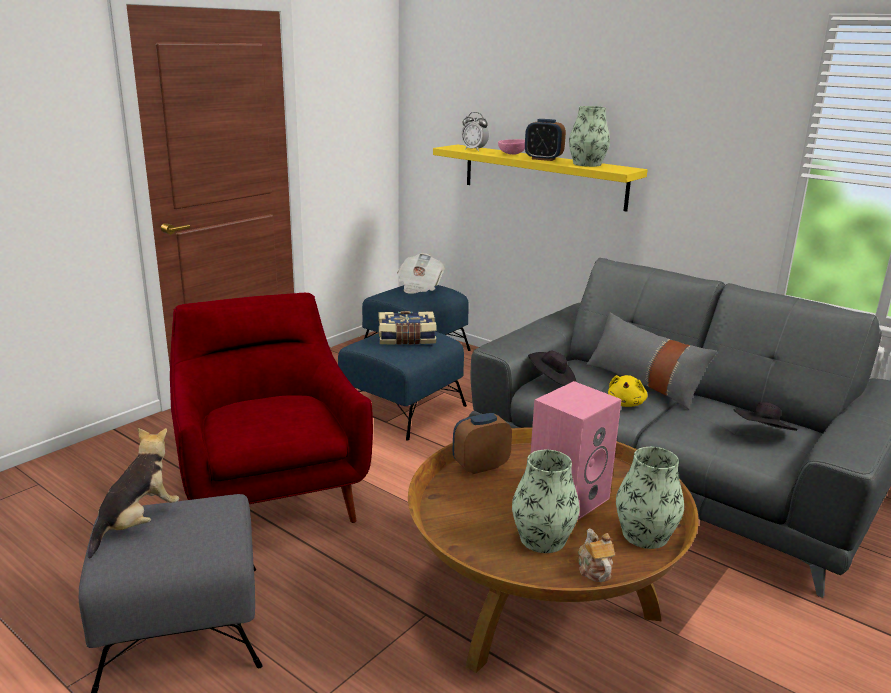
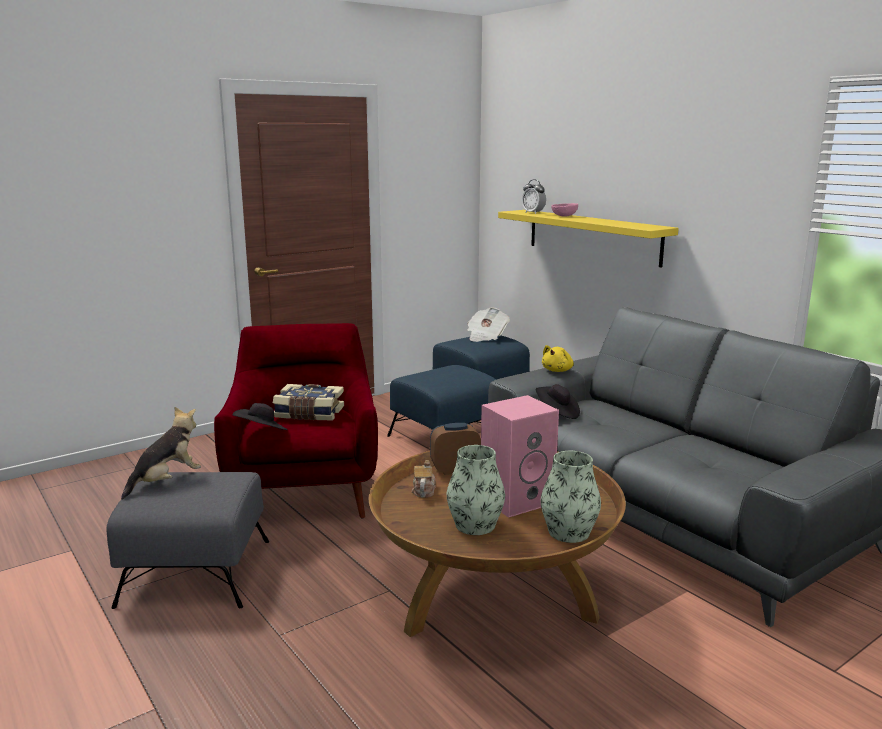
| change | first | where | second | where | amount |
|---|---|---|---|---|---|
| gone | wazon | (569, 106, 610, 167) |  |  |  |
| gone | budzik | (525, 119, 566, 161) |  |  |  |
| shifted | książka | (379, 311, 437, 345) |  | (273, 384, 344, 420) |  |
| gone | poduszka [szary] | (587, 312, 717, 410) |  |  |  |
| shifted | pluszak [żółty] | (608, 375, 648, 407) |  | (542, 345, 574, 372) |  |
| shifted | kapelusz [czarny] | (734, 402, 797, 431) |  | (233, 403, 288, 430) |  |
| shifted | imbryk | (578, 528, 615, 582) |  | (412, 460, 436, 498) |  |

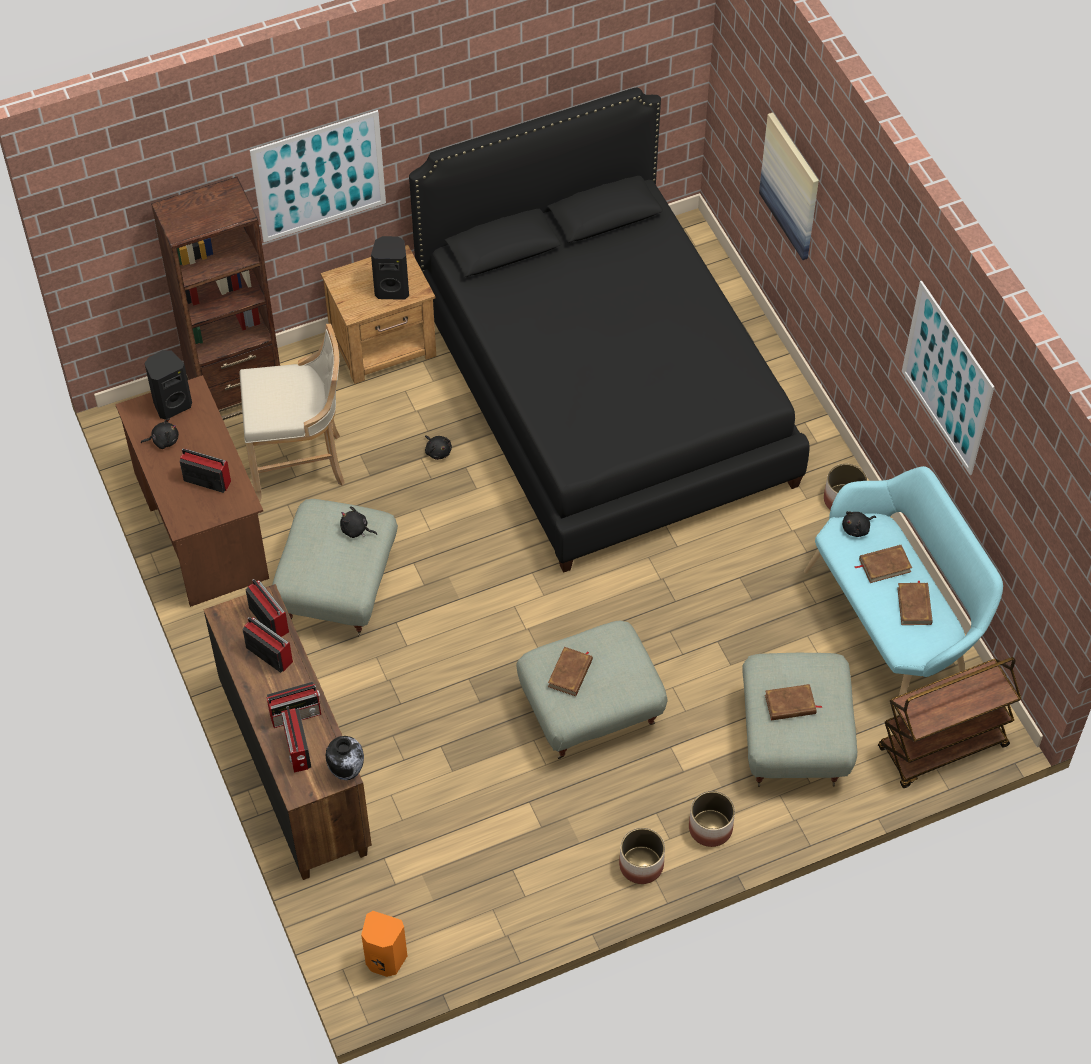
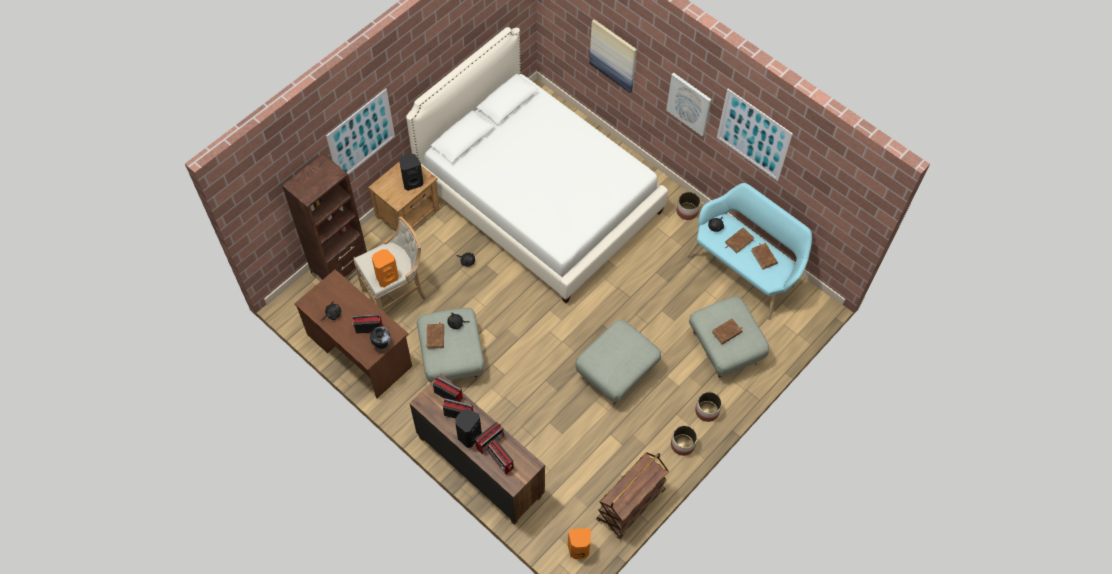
| change | first | where | second | where | amount |
|---|---|---|---|---|---|
| repainted | łóżko [czarny] | (409, 88, 809, 573) | łóżko [biały] | (406, 27, 668, 303) |  |
| shifted | głośnik [czarny] | (145, 350, 192, 420) |  | (455, 409, 482, 448) |  |
| shifted | książka [brązowy] | (548, 647, 593, 696) |  | (427, 322, 444, 349) |  |
| shifted | wózek [brązowy] | (878, 657, 1021, 788) |  | (596, 452, 669, 540) |  |
| shifted | wazon | (326, 736, 364, 780) |  | (370, 327, 391, 350) |  |
| new |  |  | obraz | (666, 73, 712, 137) |  |
| new |  |  | głośnik [pomarańczowy] | (372, 249, 399, 287) |  |

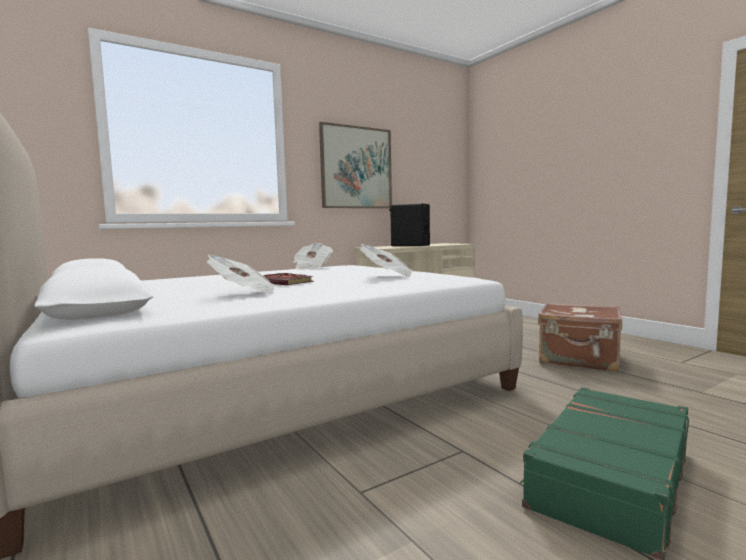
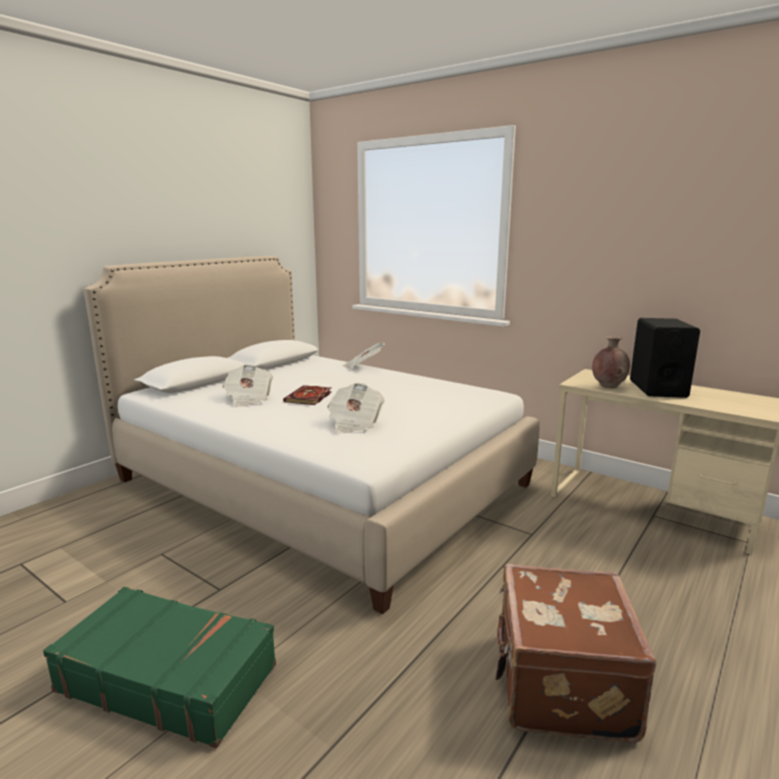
| change | first | where | second | where | amount |
|---|---|---|---|---|---|
| gone | obraz | (319, 122, 392, 208) |  |  |  |
| shifted | gazeta | (293, 243, 333, 270) |  | (342, 342, 385, 369) |  |
| new |  |  | wazon [brązowy] | (592, 336, 630, 388) |  |

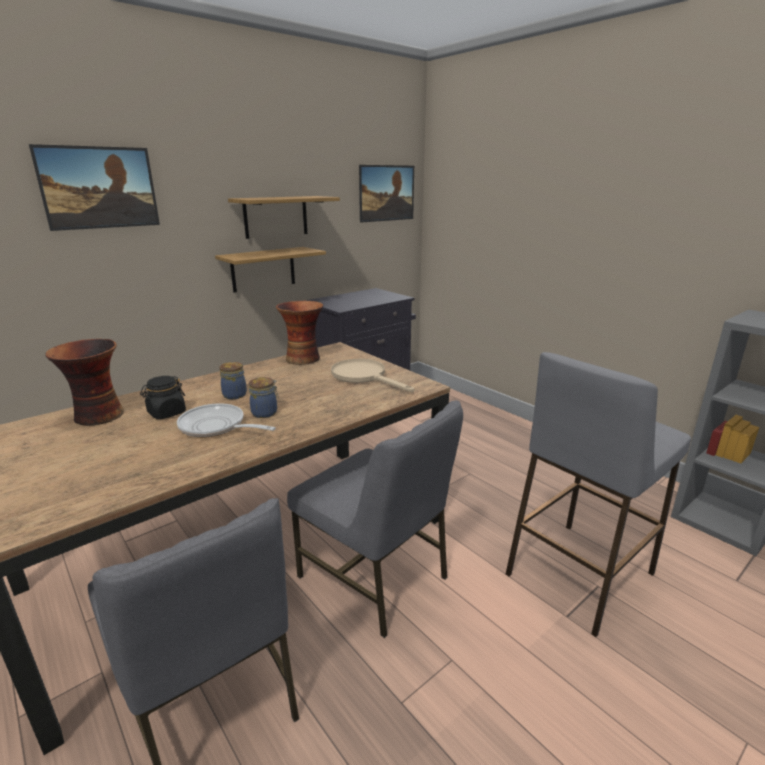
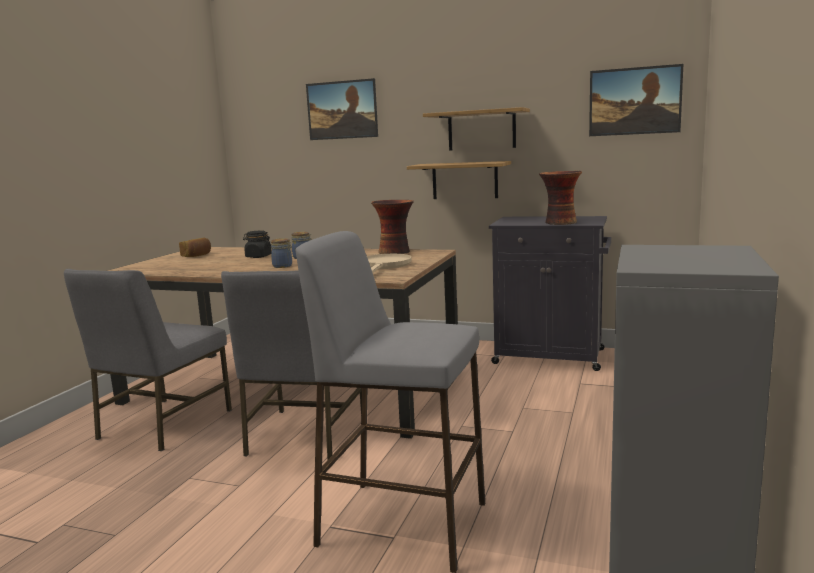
| change | first | where | second | where | amount |
|---|---|---|---|---|---|
| shifted | wazon | (45, 339, 124, 426) |  | (539, 171, 582, 225) |  |
| gone | patelnia | (177, 403, 276, 437) |  |  |  |
| new |  |  | chleb | (179, 238, 211, 257) |  |

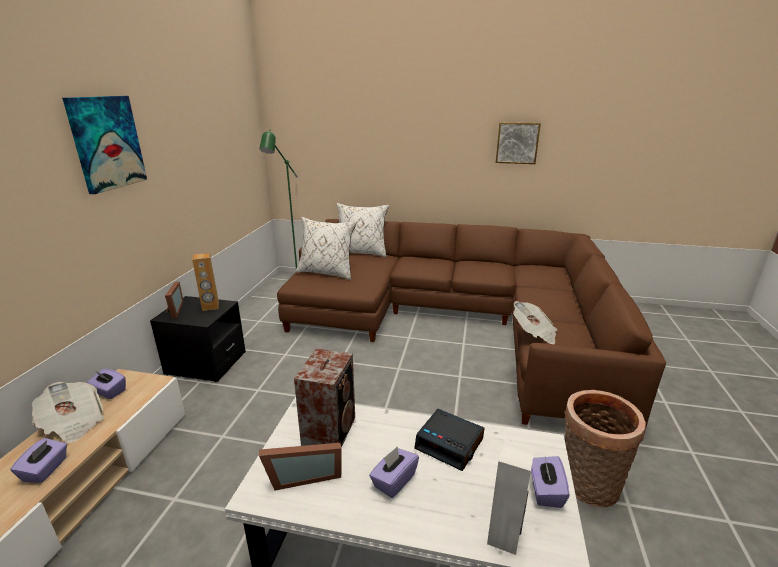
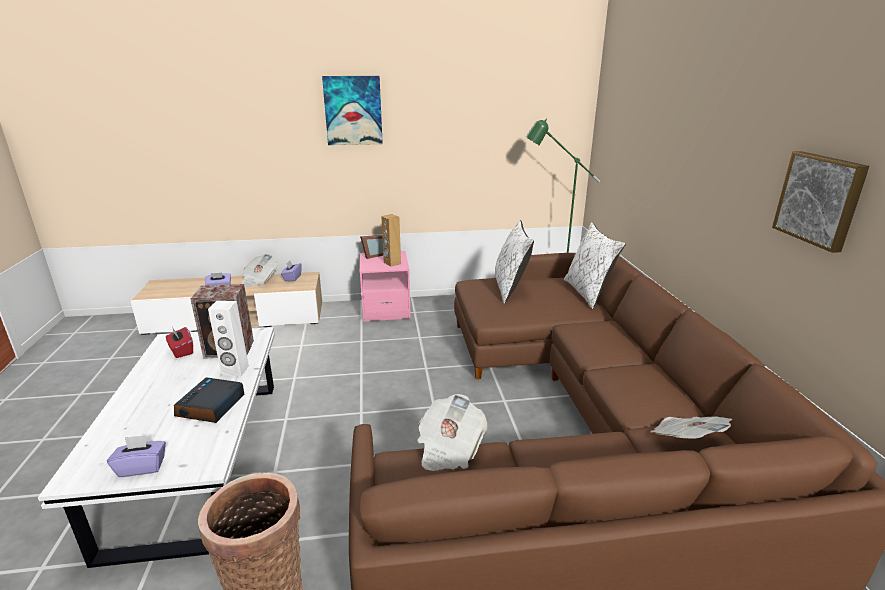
| change | first | where | second | where | amount |
|---|---|---|---|---|---|
| repainted | szafka nocna [czarny] | (150, 296, 246, 382) | szafka nocna [różowy] | (360, 251, 411, 322) |  |
| shifted | głośnik [biały] | (487, 439, 535, 555) |  | (208, 301, 249, 376) |  |
| swapped | ramka na zdjęcie | (259, 443, 341, 491) | pudełko chusteczek [czerwony] | (166, 327, 193, 358) |  |
| gone | pudełko chusteczek [fioletowy] | (369, 447, 419, 498) |  |  |  |
| new |  |  | gazeta | (650, 416, 733, 439) |  |

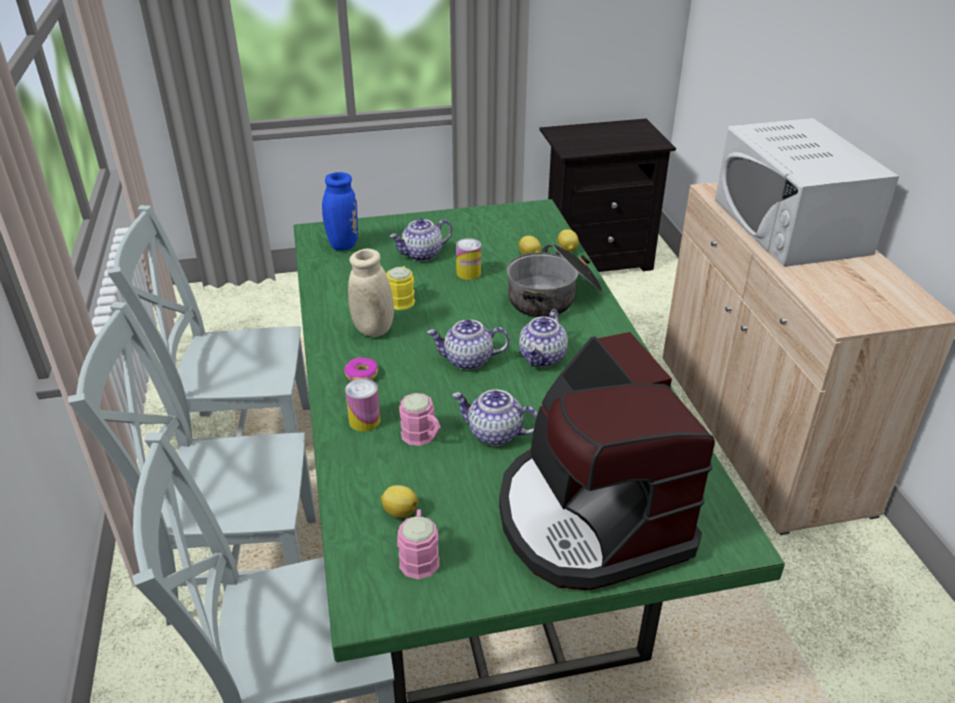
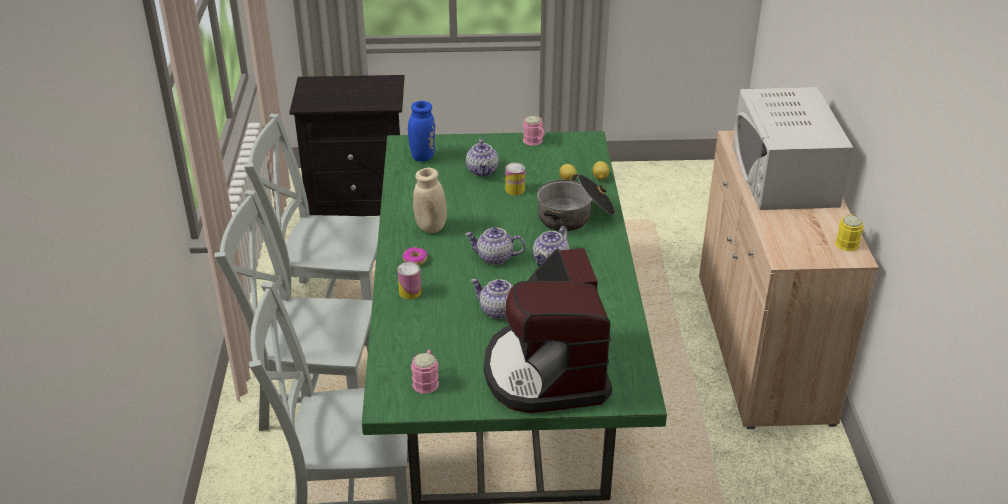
| change | first | where | second | where | amount |
|---|---|---|---|---|---|
| shifted | szafka nocna [czarny] | (539, 119, 676, 272) |  | (289, 75, 405, 216) |  |
| rotated | imbryk | (390, 218, 452, 261) |  | (466, 138, 499, 177) | 75 degrees counterclockwise |
| shifted | kubek [żółty] | (387, 266, 415, 310) |  | (835, 214, 863, 251) |  |
| shifted | kubek [różowy] | (399, 393, 441, 446) |  | (523, 115, 545, 146) |  |
| gone | cytryna | (381, 485, 418, 518) |  |  |  |

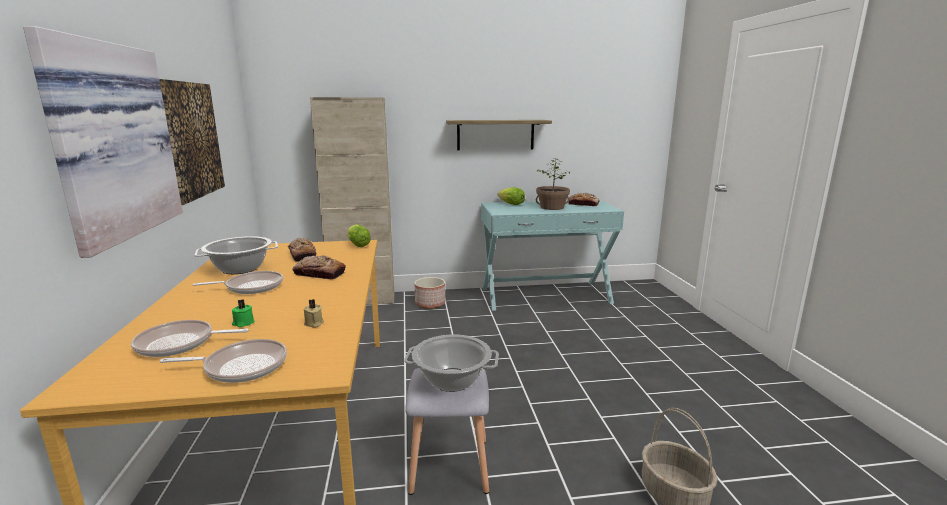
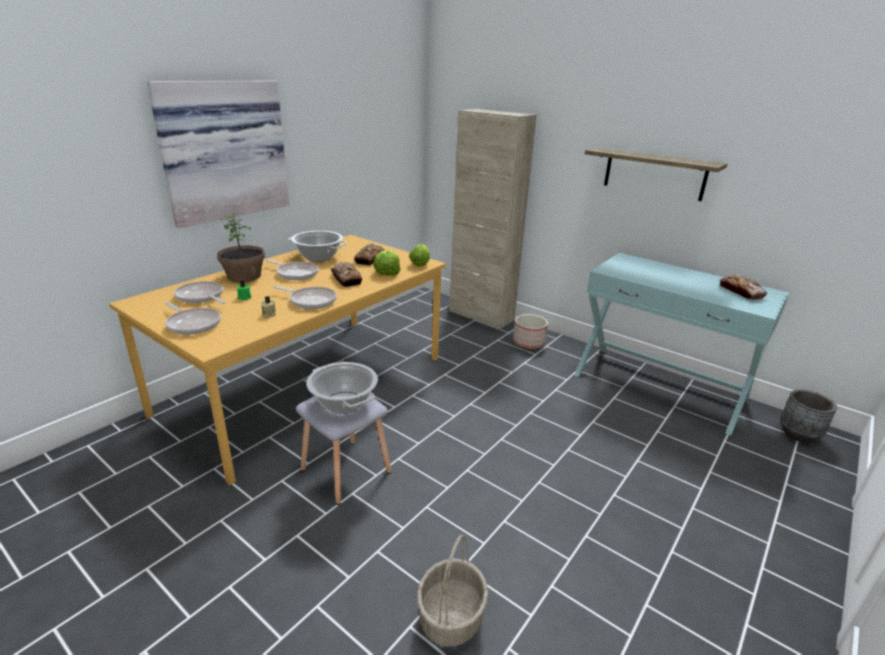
| change | first | where | second | where | amount |
|---|---|---|---|---|---|
| gone | obraz | (159, 79, 225, 205) |  |  |  |
| shifted | roślina doniczkowa | (536, 158, 570, 210) |  | (217, 212, 265, 282) |  |
| shifted | sałata | (498, 187, 525, 205) |  | (373, 250, 401, 276) |  |
| new |  |  | patelnia | (273, 286, 337, 309) |  |
| new |  |  | donica [szary] | (780, 389, 837, 443) |  |

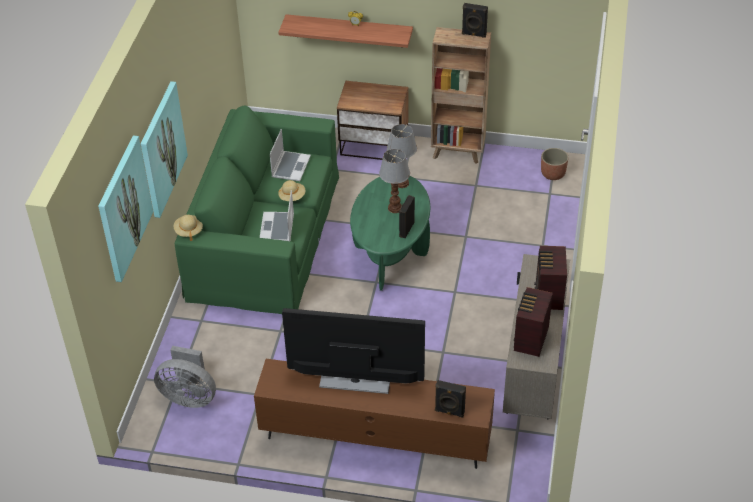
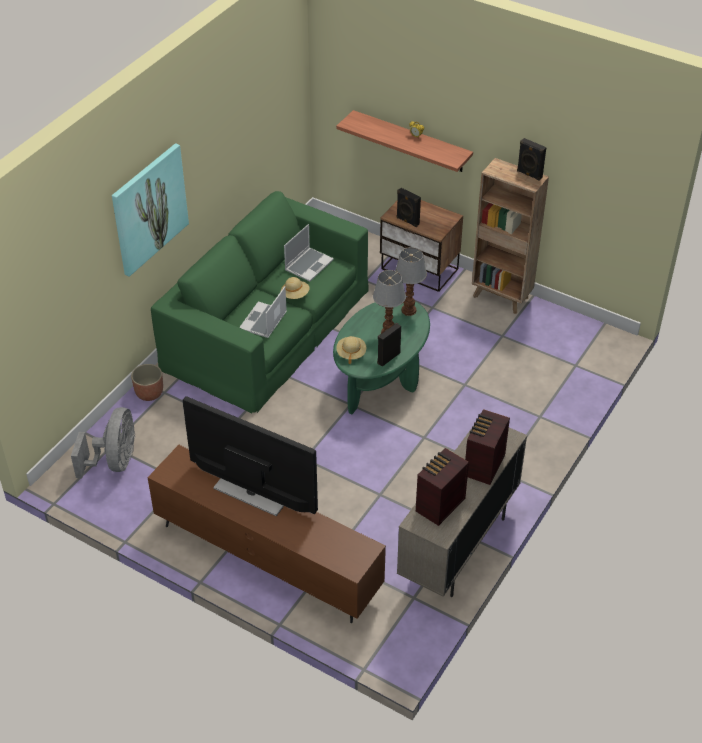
| change | first | where | second | where | amount |
|---|---|---|---|---|---|
| gone | obraz | (98, 136, 153, 282) |  |  |  |
| shifted | donica | (541, 148, 568, 180) |  | (131, 364, 163, 401) |  |
| shifted | kapelusz [beżowy] | (174, 215, 203, 241) |  | (336, 336, 366, 364) |  |
| rotated | wentylator [szary] | (154, 346, 216, 408) |  | (71, 407, 135, 479) | 120 degrees counterclockwise |
| shifted | głośnik [czarny] | (435, 380, 466, 417) |  | (396, 188, 421, 227) |  |

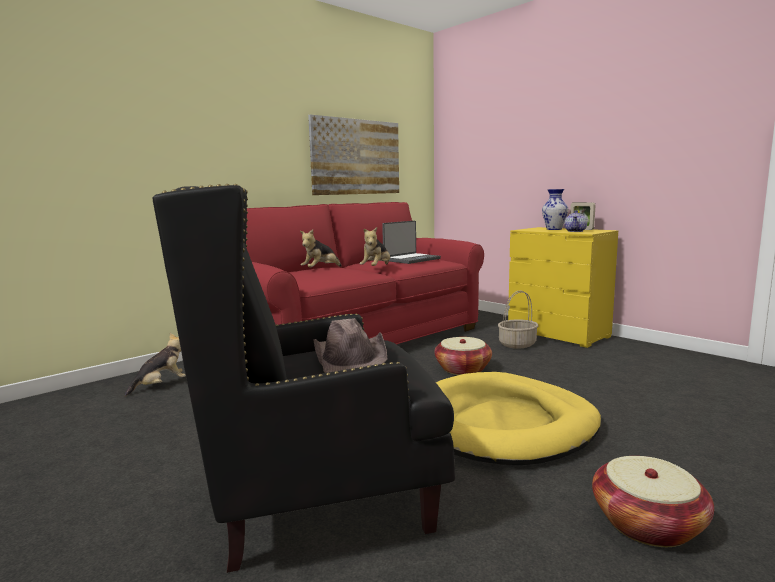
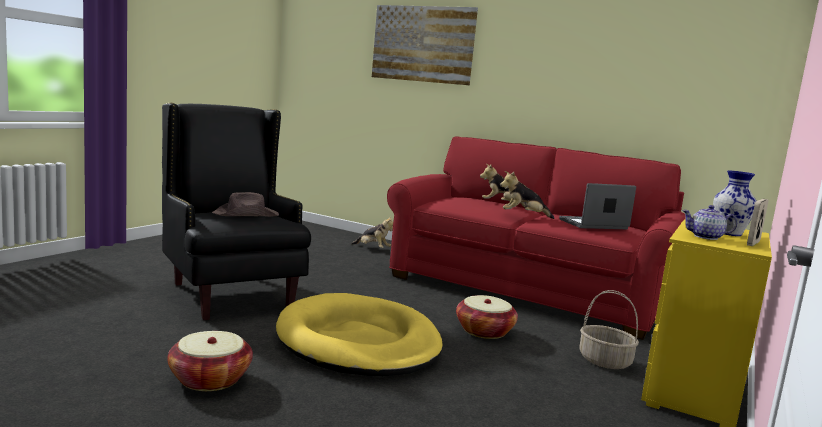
| change | first | where | second | where | amount |
|---|---|---|---|---|---|
| shifted | obraz | (308, 114, 399, 195) |  | (372, 5, 478, 85) |  |
| rotated | laptop | (382, 221, 441, 264) |  | (559, 183, 636, 229) | 135 degrees clockwise |

